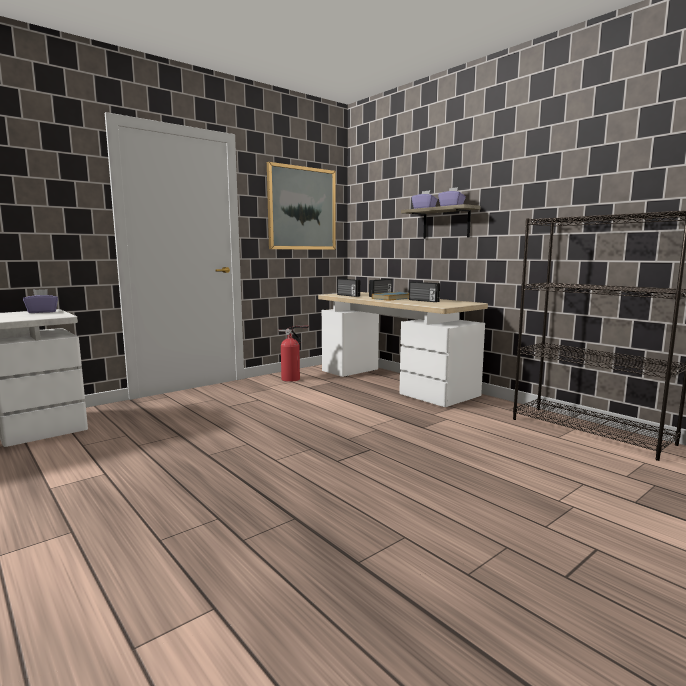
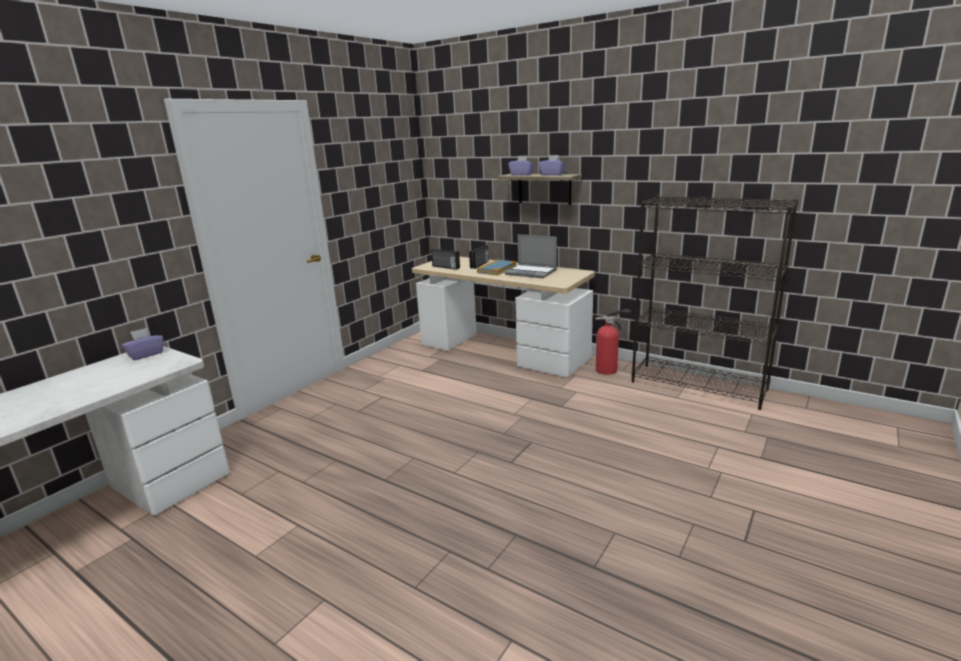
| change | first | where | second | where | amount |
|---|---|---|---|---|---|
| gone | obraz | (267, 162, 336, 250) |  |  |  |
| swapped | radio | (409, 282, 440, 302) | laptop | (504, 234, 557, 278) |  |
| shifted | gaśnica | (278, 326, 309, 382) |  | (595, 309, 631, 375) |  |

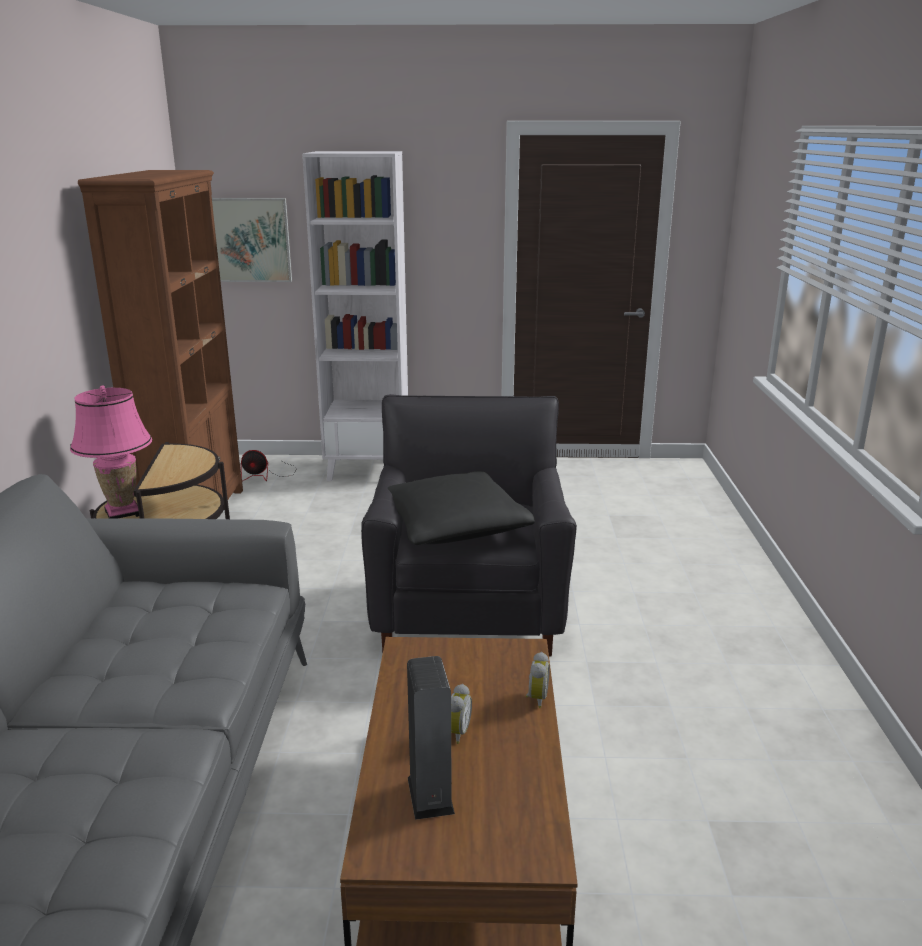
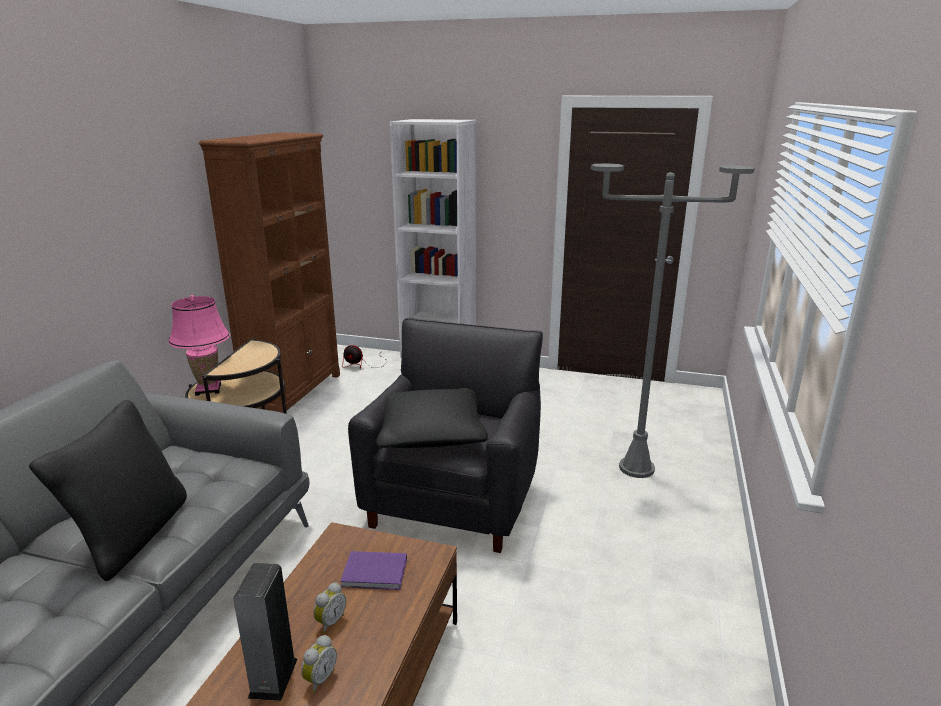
| change | first | where | second | where | amount |
|---|---|---|---|---|---|
| gone | obraz | (212, 198, 292, 282) |  |  |  |
| shifted | budzik | (525, 652, 550, 708) |  | (301, 635, 337, 693) |  |
| new |  |  | lampa stojąca [szary] | (591, 164, 755, 478) |  |
| new |  |  | poduszka [czarny] | (29, 400, 187, 581) |  |
| new |  |  | książka [fioletowy] | (340, 551, 407, 590) |  |

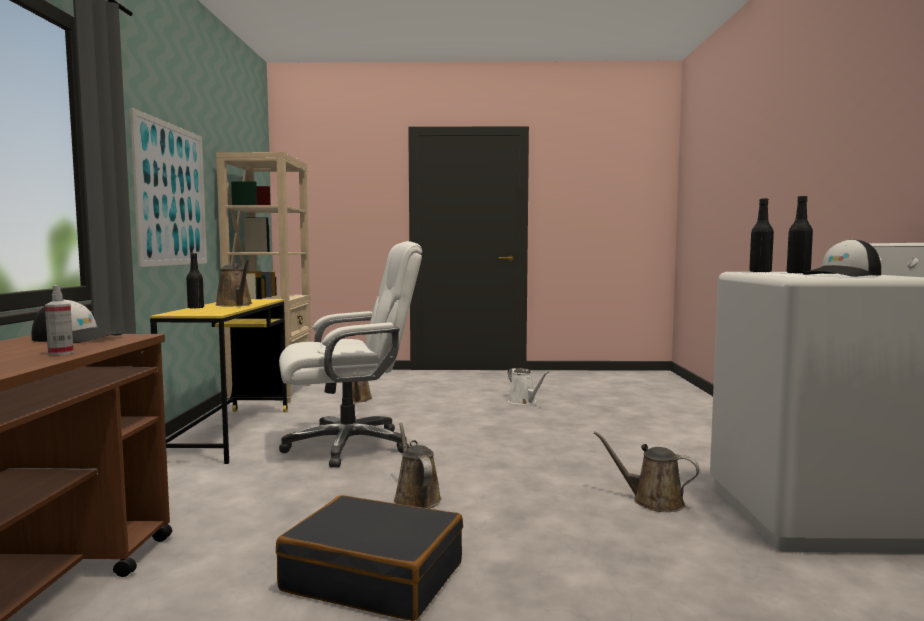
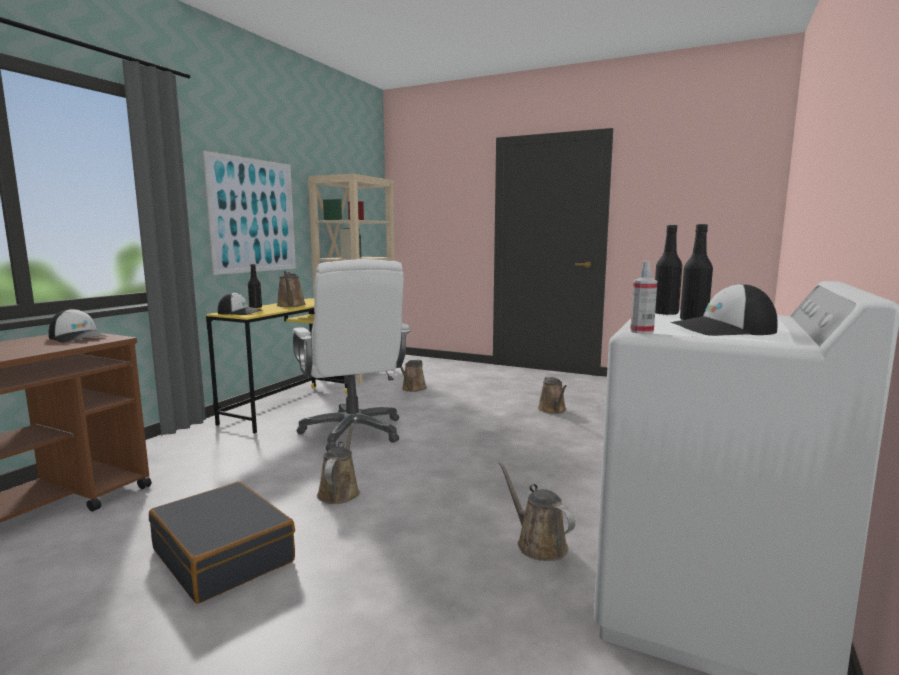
| change | first | where | second | where | amount |
|---|---|---|---|---|---|
| rotated | krzesło biurowe [biały] | (279, 241, 422, 467) |  | (292, 259, 411, 451) | 60 degrees clockwise |
| shifted | spryskiwacz | (45, 285, 74, 355) |  | (630, 261, 657, 334) |  |
| repainted | konewka [biały] | (507, 368, 549, 405) | konewka [brązowy] | (538, 376, 567, 414) |  |
| new |  |  | czapka z daszkiem | (218, 292, 262, 315) |  |

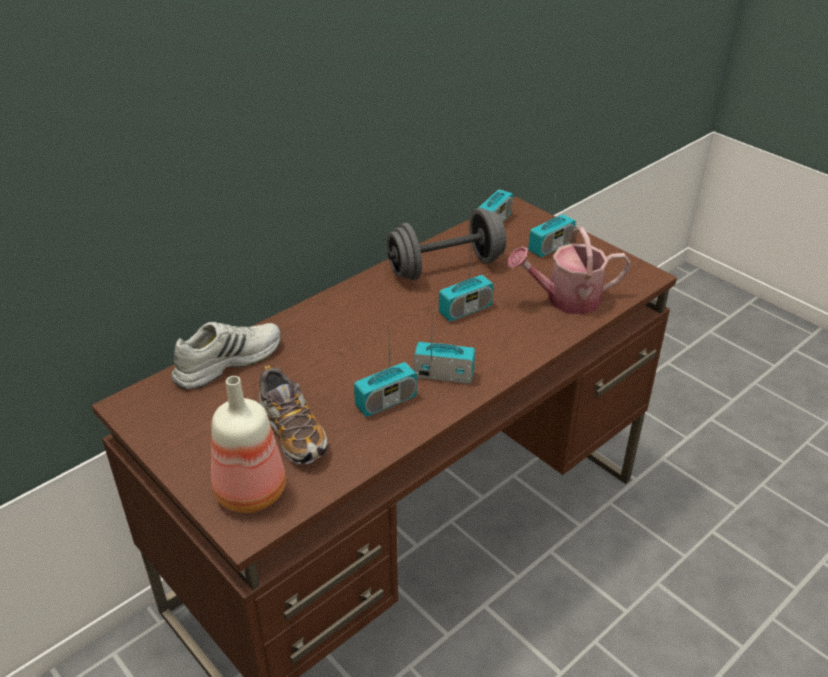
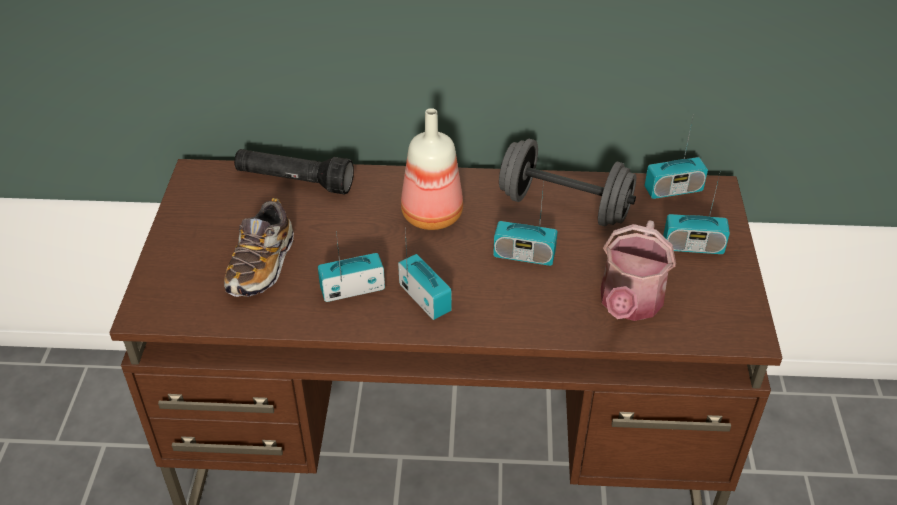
| change | first | where | second | where | amount |
|---|---|---|---|---|---|
| rotated | konewka | (507, 227, 631, 315) |  | (600, 220, 676, 321) | 105 degrees counterclockwise |
| swapped | but [biały] | (172, 322, 281, 390) | latarka [czarny] | (234, 149, 354, 195) |  |
| rotated | radio | (354, 341, 417, 417) |  | (318, 231, 385, 302) | 150 degrees clockwise |
| shifted | butelka | (211, 376, 286, 513) |  | (401, 108, 463, 230) |  |

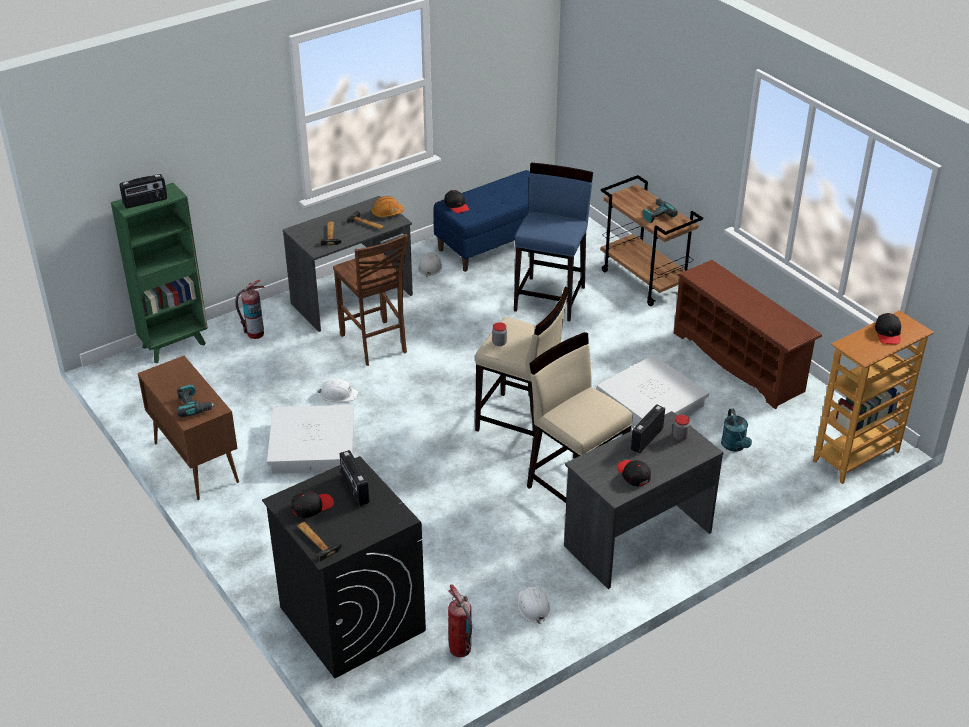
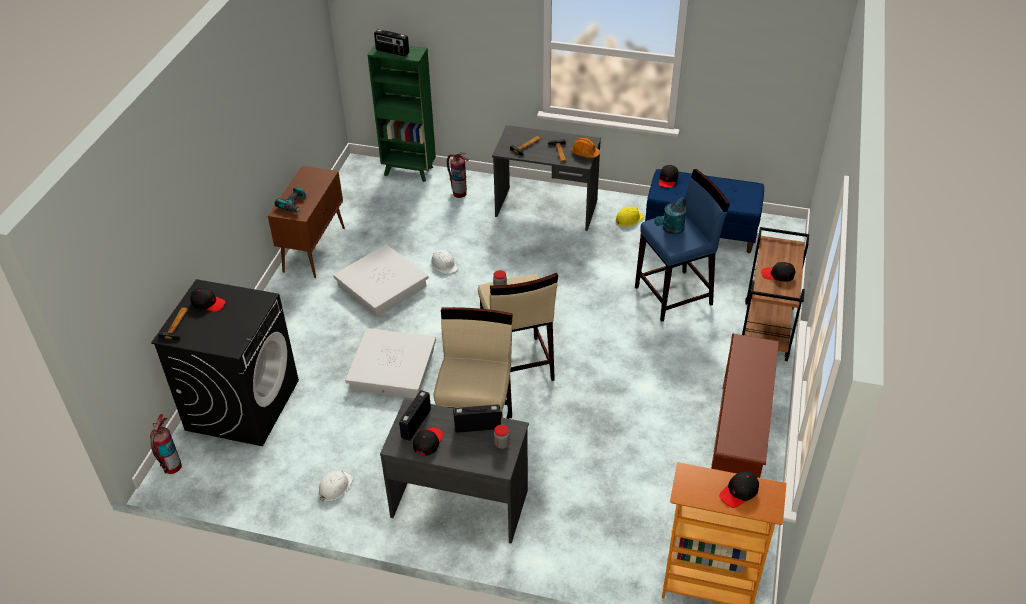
| change | first | where | second | where | amount |
|---|---|---|---|---|---|
| swapped | wiertarka | (643, 199, 678, 223) | czapka z daszkiem [czarny] | (762, 262, 795, 282) |  |
| gone | krzesło [brązowy] | (333, 234, 408, 366) |  |  |  |
| repainted | kask [biały] | (418, 252, 442, 277) | kask [żółty] | (615, 206, 644, 227) |  |
| shifted | pojemnik do przechowywania [biały] | (597, 355, 709, 426) |  | (345, 328, 436, 399) |  |
| shifted | konewka [turkusowy] | (721, 409, 752, 452) |  | (654, 198, 686, 235) |  |
| shifted | radio | (340, 450, 369, 506) |  | (399, 390, 431, 441) |  |
| shifted | gaśnica | (448, 584, 472, 657) |  | (150, 414, 182, 474) |  |

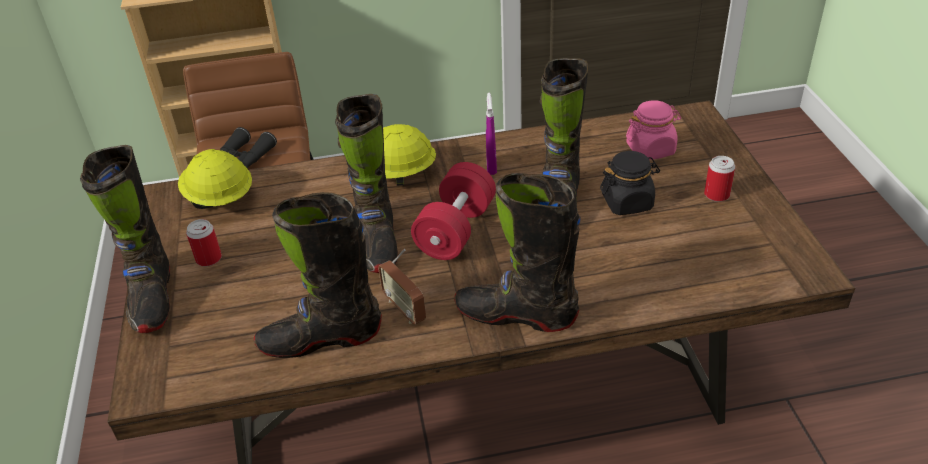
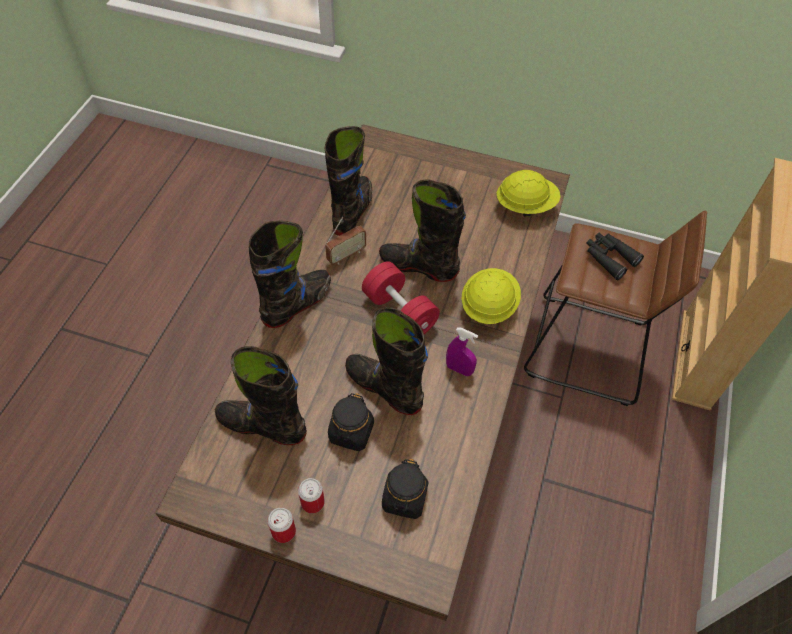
| change | first | where | second | where | amount |
|---|---|---|---|---|---|
| repainted | słoik [różowy] | (626, 100, 681, 160) | słoik [czarny] | (382, 459, 428, 519) |  |
| shifted | but z cholewką [czarny] | (80, 145, 170, 333) |  | (215, 346, 307, 445) |  |
| shifted | puszka | (186, 219, 222, 267) |  | (268, 508, 296, 543) |  |
| rotated | radio | (378, 249, 426, 325) |  | (325, 217, 366, 265) | 150 degrees clockwise |

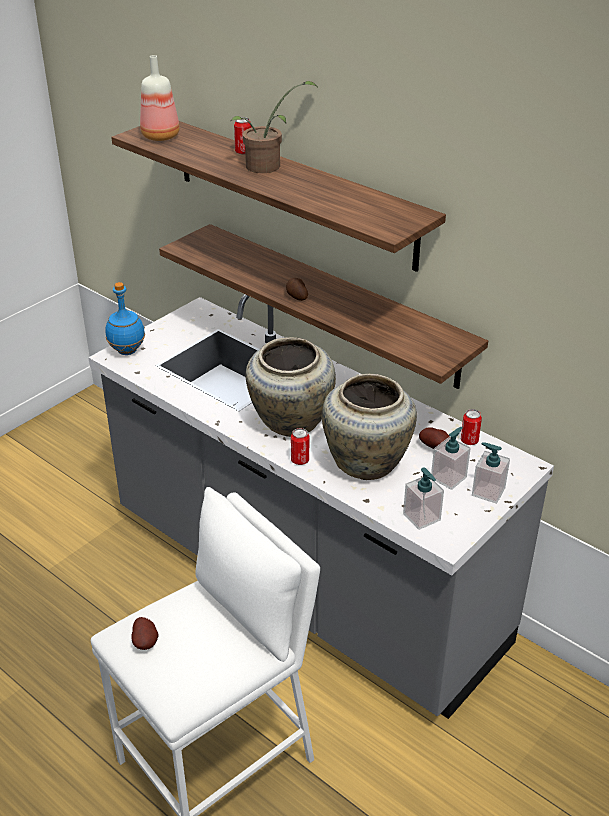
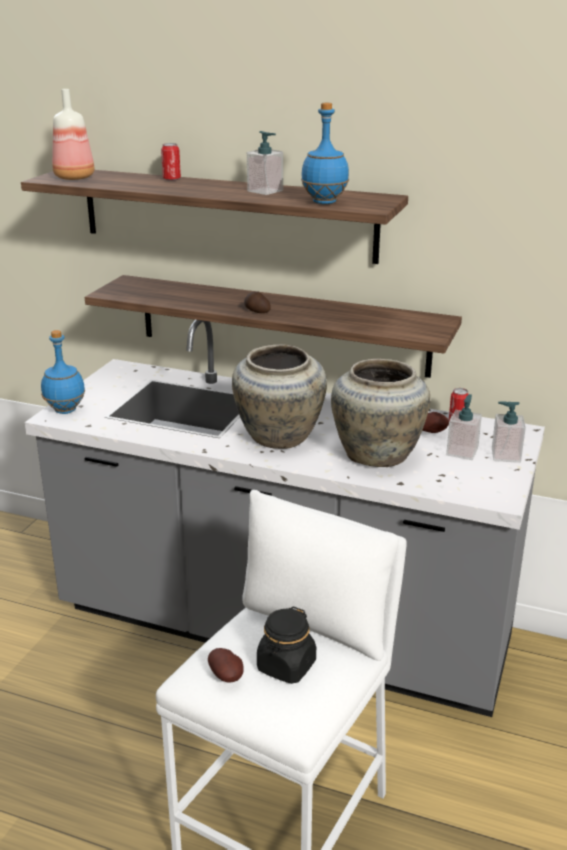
| change | first | where | second | where | amount |
|---|---|---|---|---|---|
| gone | roślina doniczkowa | (231, 81, 317, 173) |  |  |  |
| gone | puszka | (291, 428, 309, 465) |  |  |  |
| shifted | dozownik mydła | (403, 467, 444, 530) |  | (247, 131, 283, 195) |  |
| new |  |  | butelka [niebieski] | (301, 103, 349, 204) |  |
| new |  |  | słoik [czarny] | (257, 606, 316, 684) |  |

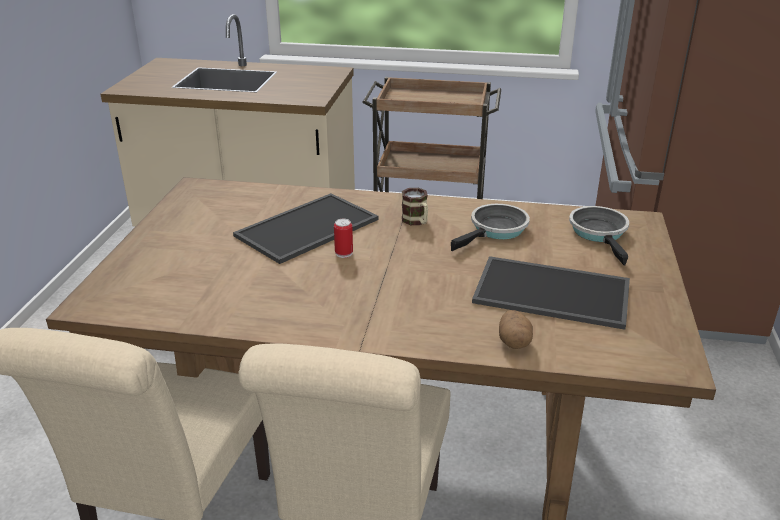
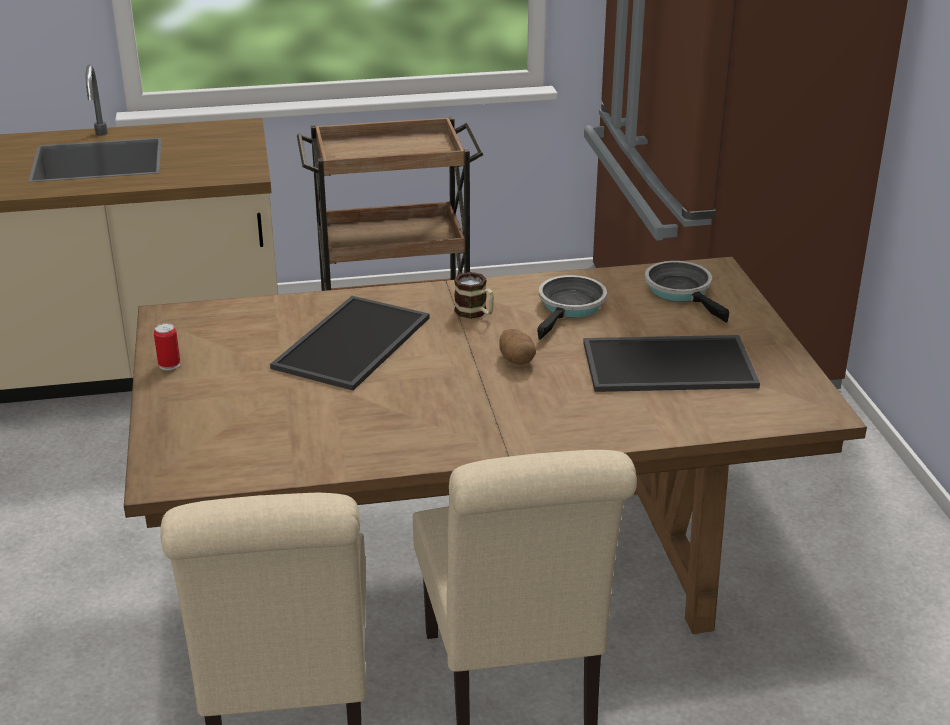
| change | first | where | second | where | amount |
|---|---|---|---|---|---|
| shifted | puszka | (334, 219, 353, 258) |  | (154, 323, 180, 370) |  |
| shifted | ziemniak | (499, 310, 533, 349) |  | (500, 329, 536, 365) |  |

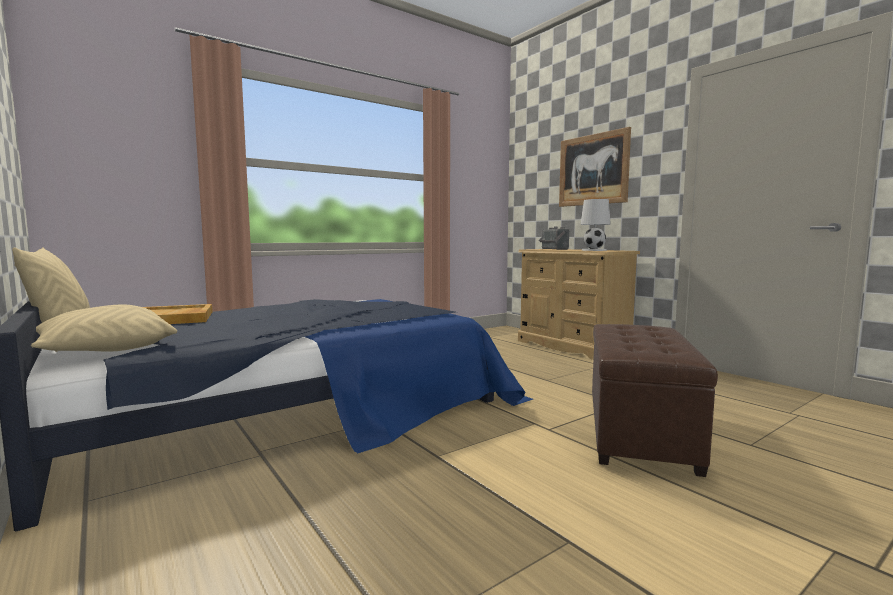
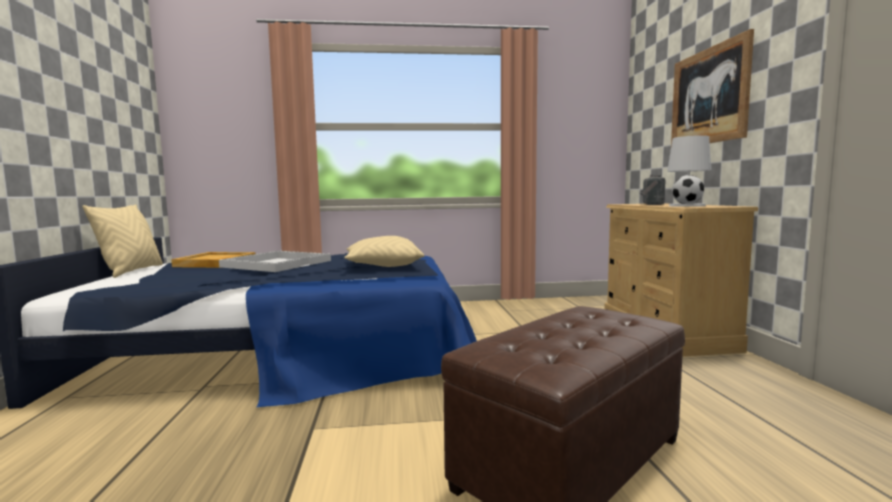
| change | first | where | second | where | amount |
|---|---|---|---|---|---|
| shifted | poduszka [beżowy] | (31, 304, 177, 352) |  | (344, 236, 424, 267) |  |
| new |  |  | taca [biały] | (219, 251, 331, 272) |  |

